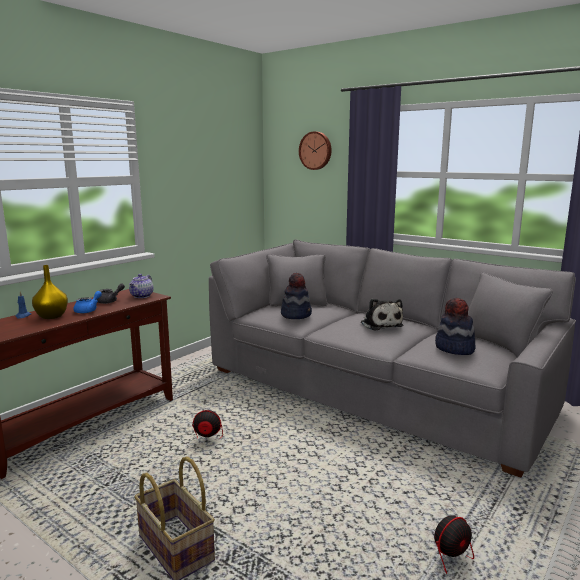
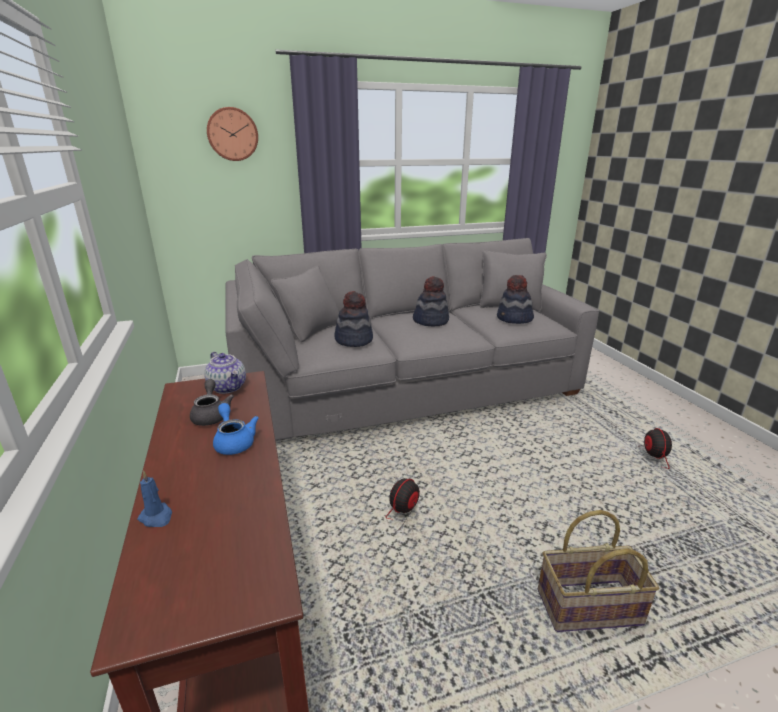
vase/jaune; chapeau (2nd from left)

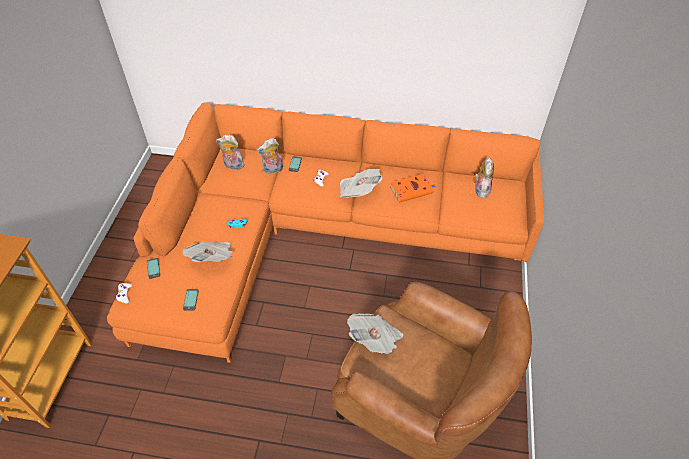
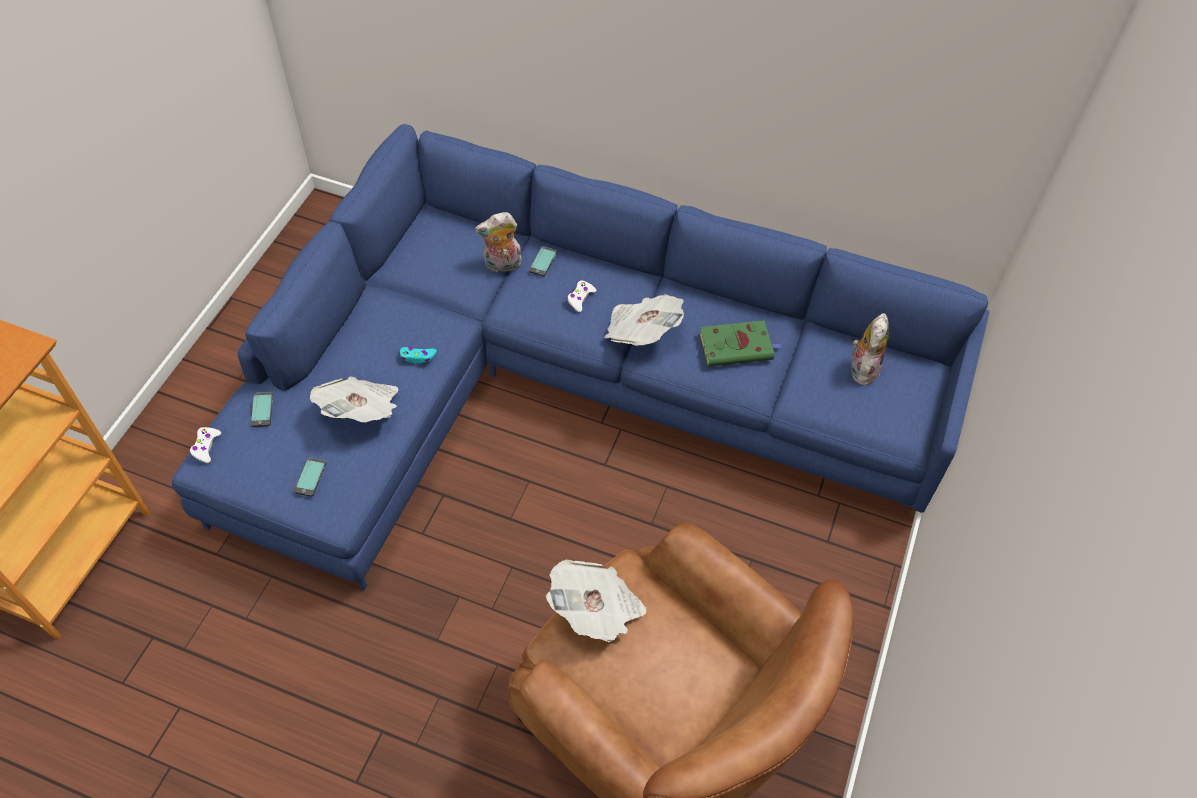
canapé/bleu; peluche (1st from left in the first image); livre/vert

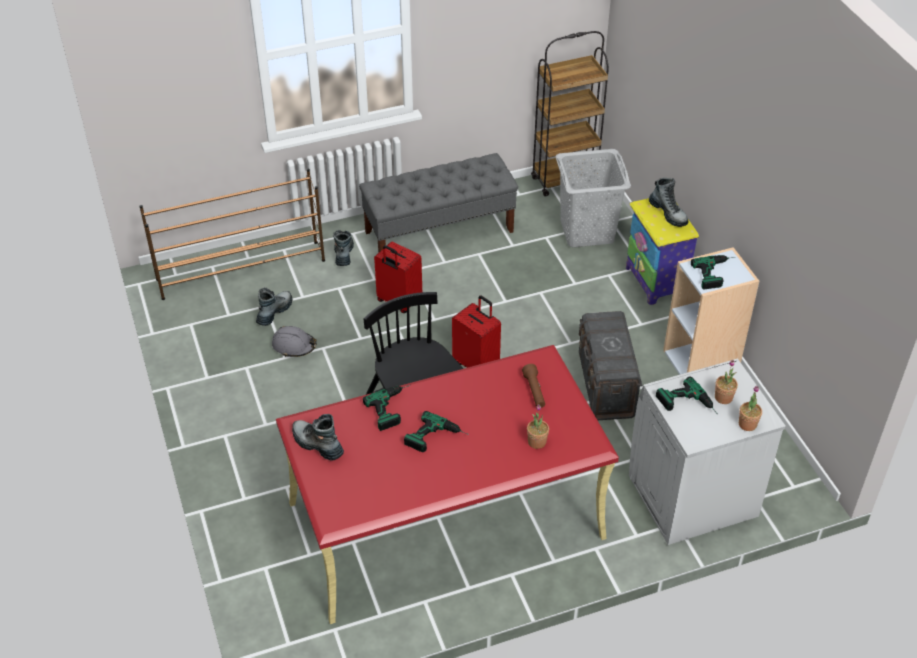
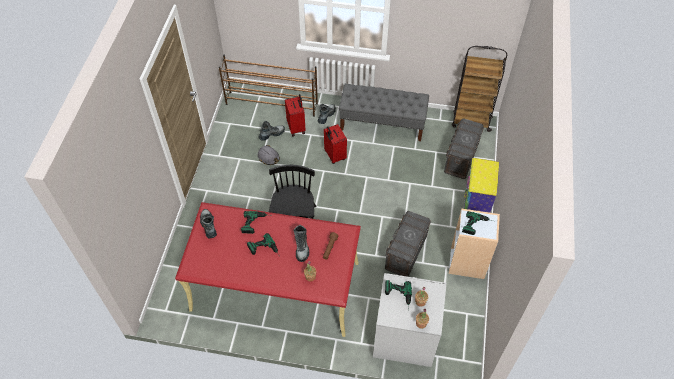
boîte de rangement/gris (2nd from left); botte (3rd from left); valise/rouge (1st from left)

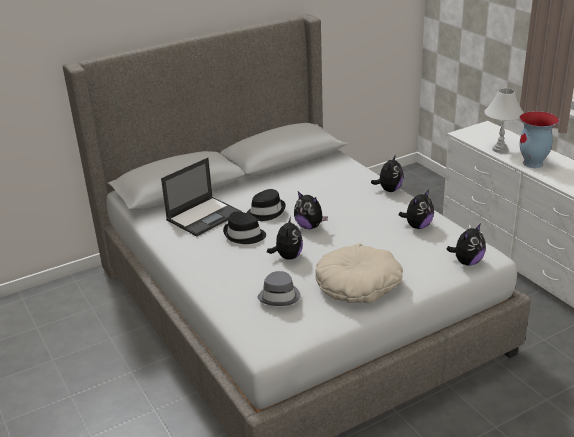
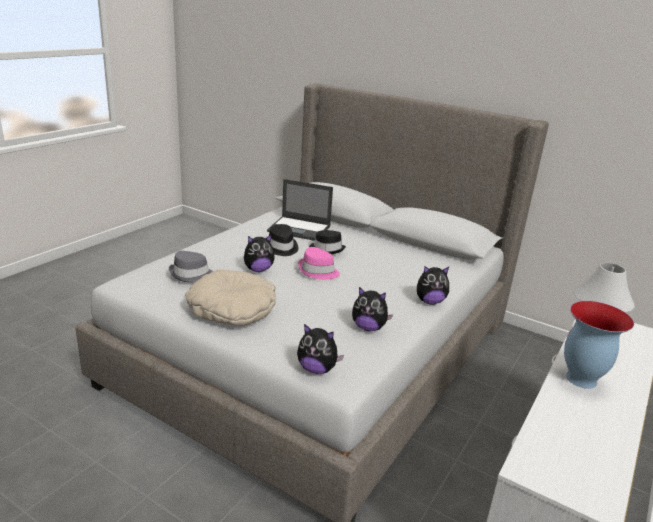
chapeau/rose

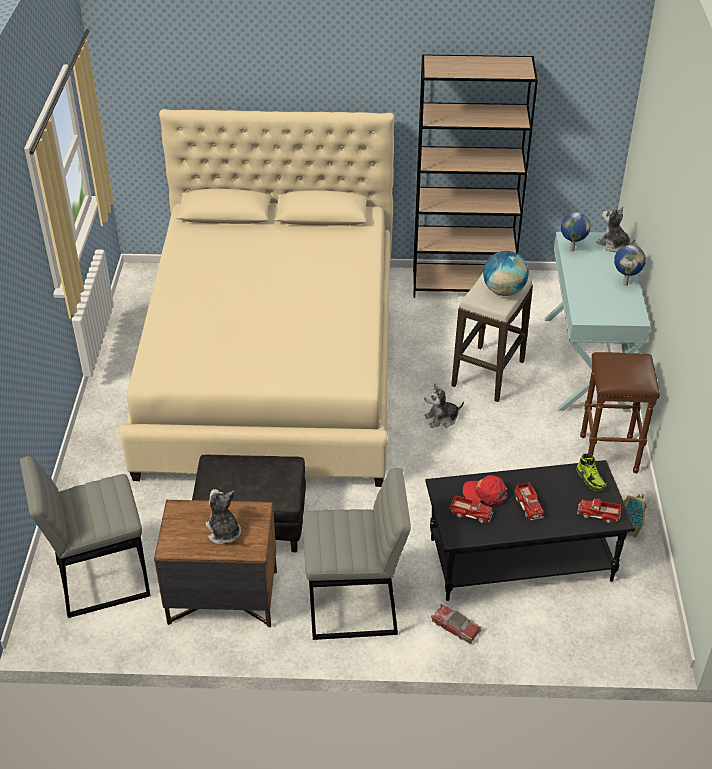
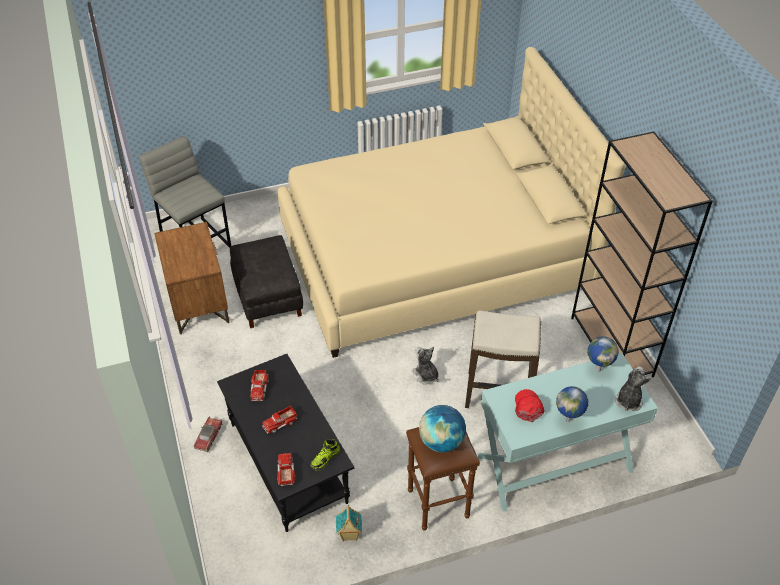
globe (1st from left); chaise/gris (2nd from left in the first image); casquette/rouge; peluche (1st from left in the first image)

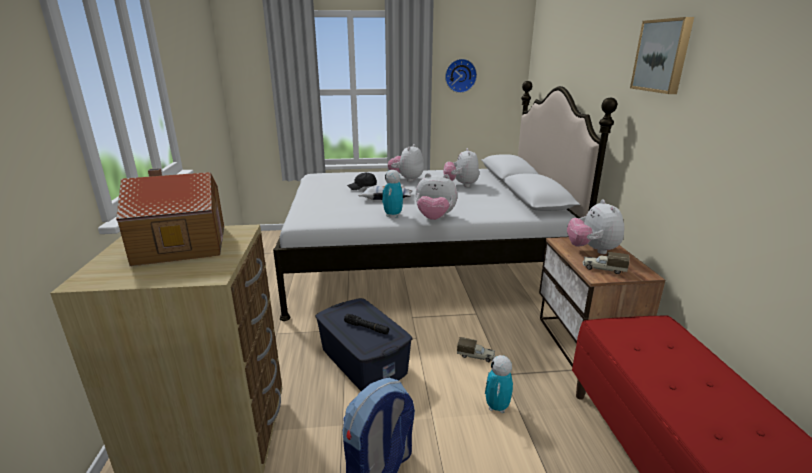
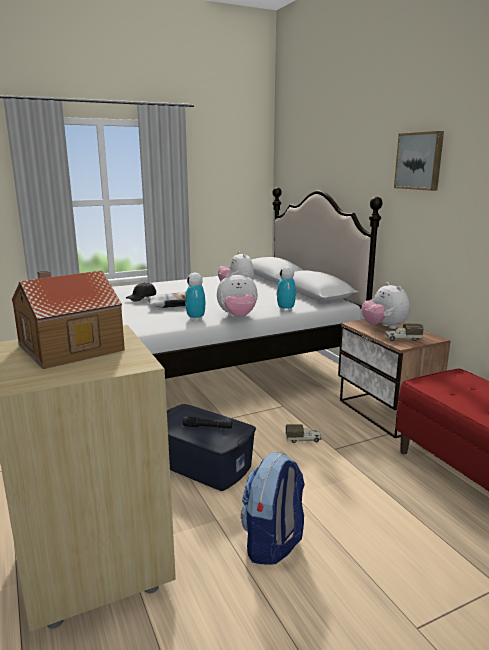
horloge murale; peluche (1st from left in the first image); robot jouet (2nd from left)

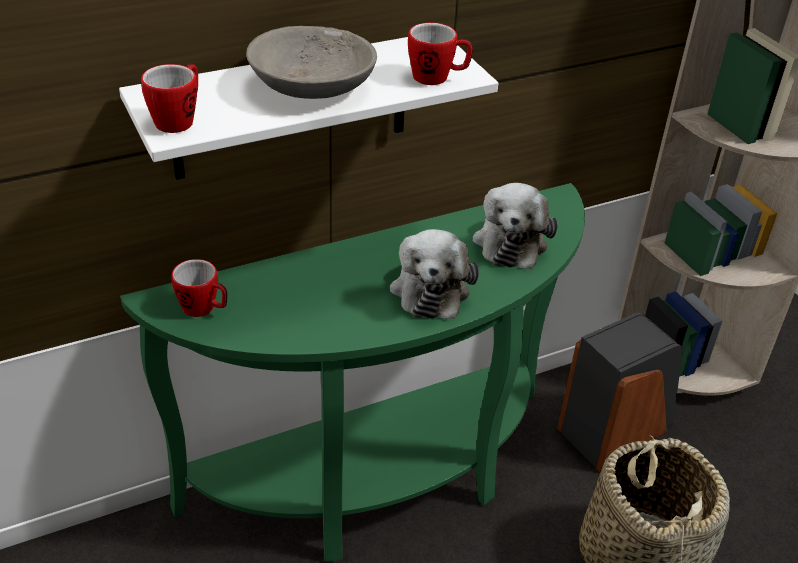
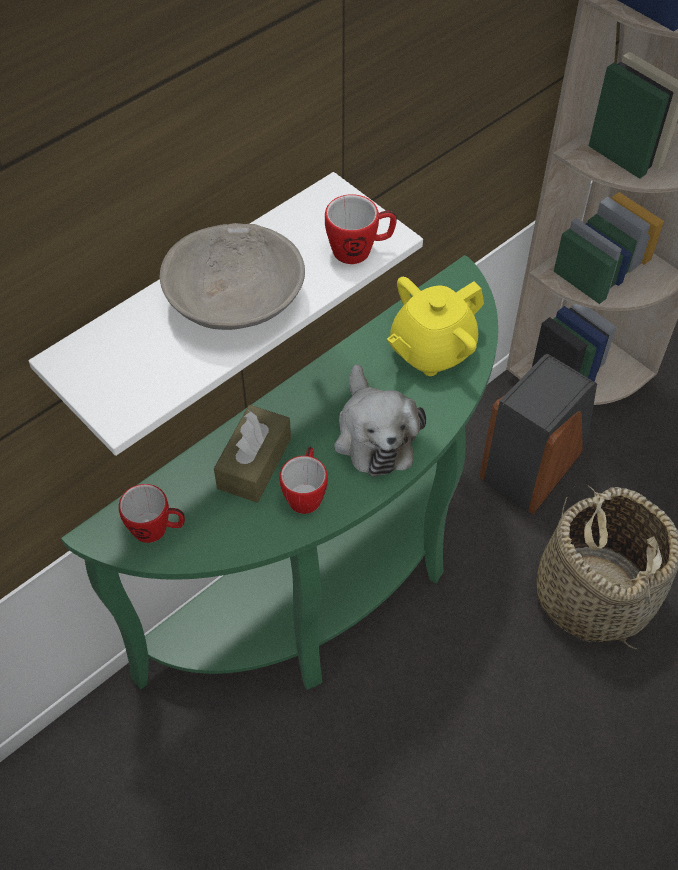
mug (2nd from left); théière/jaune; boîte à mouchoirs/marron

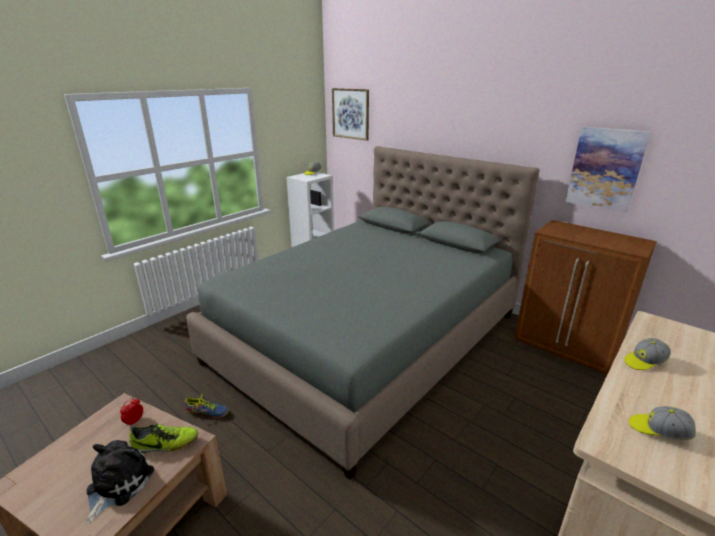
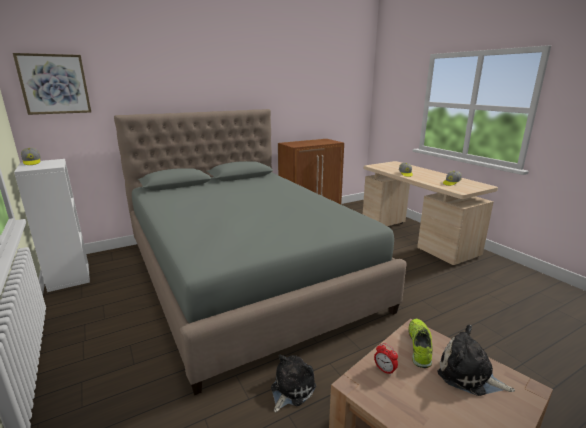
tableau (2nd from left in the first image); peluche (1st from left)

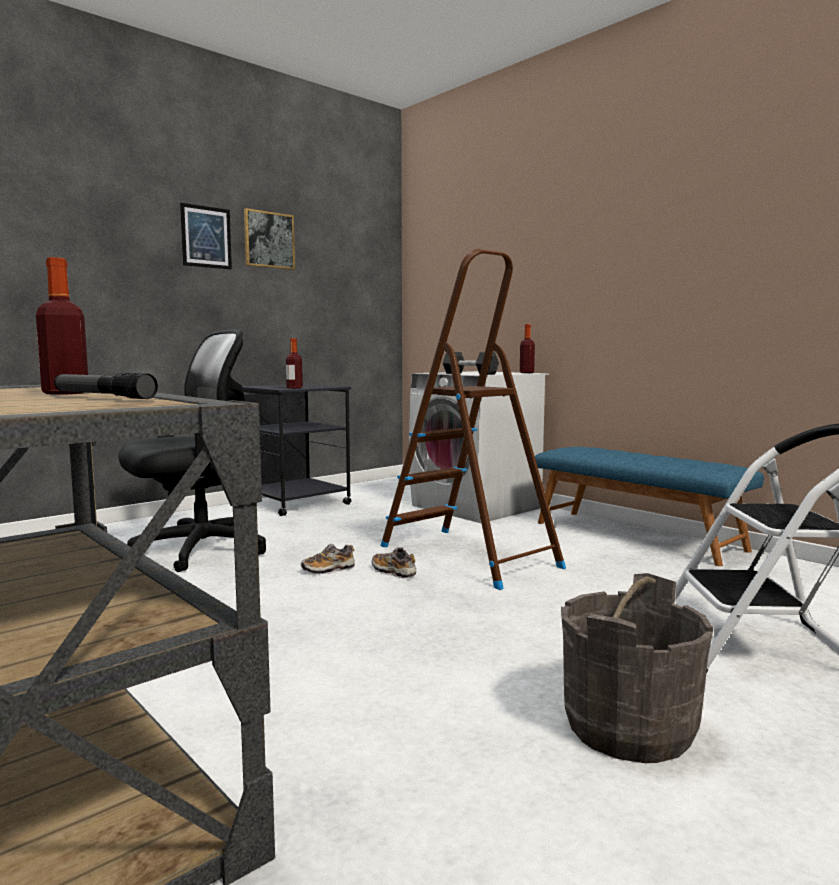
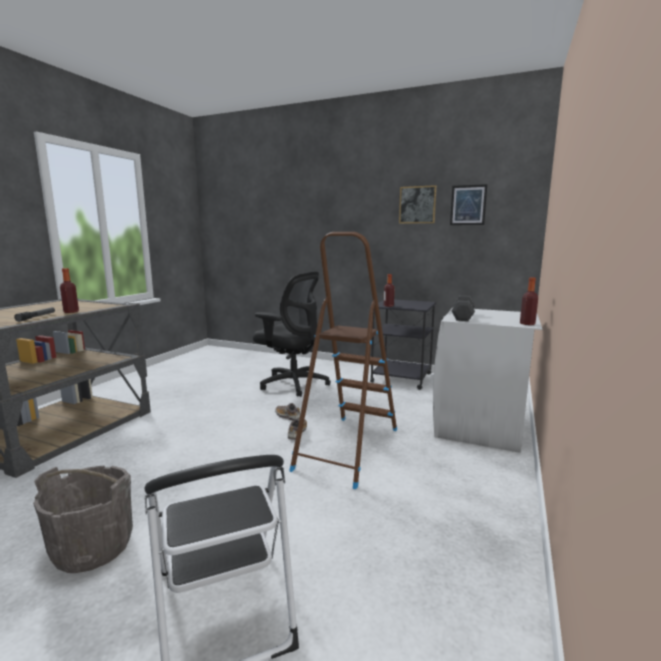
tableau (2nd from left); banc/bleu

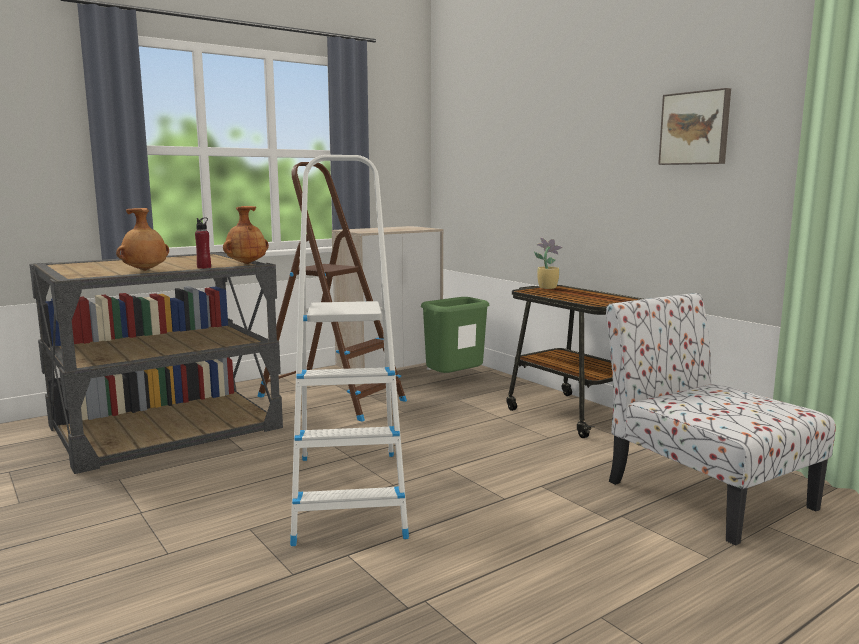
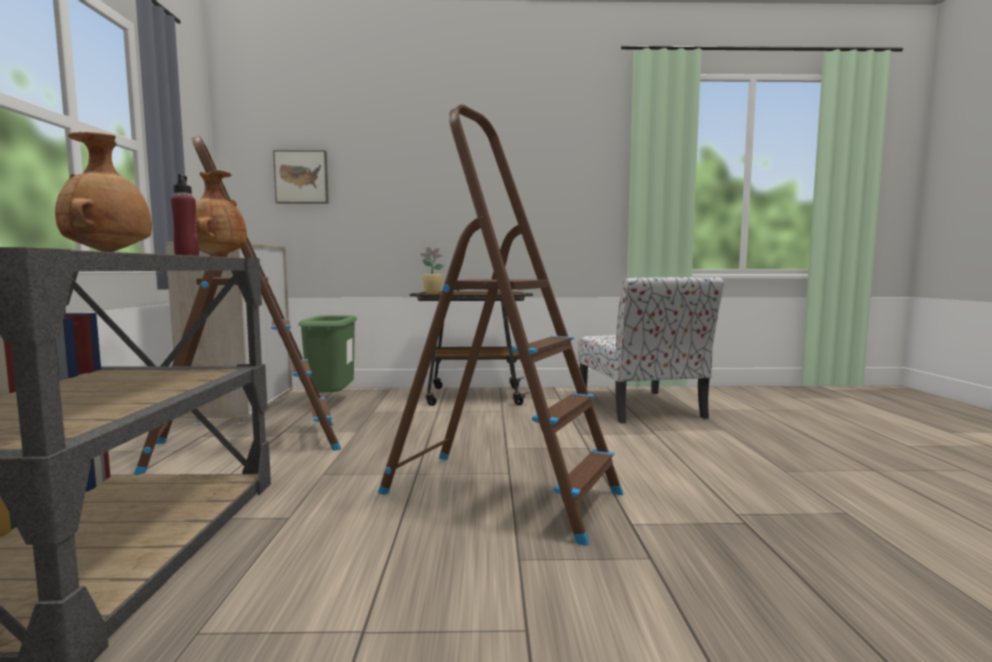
tableau; escabeau/marron (2nd from left); chaise

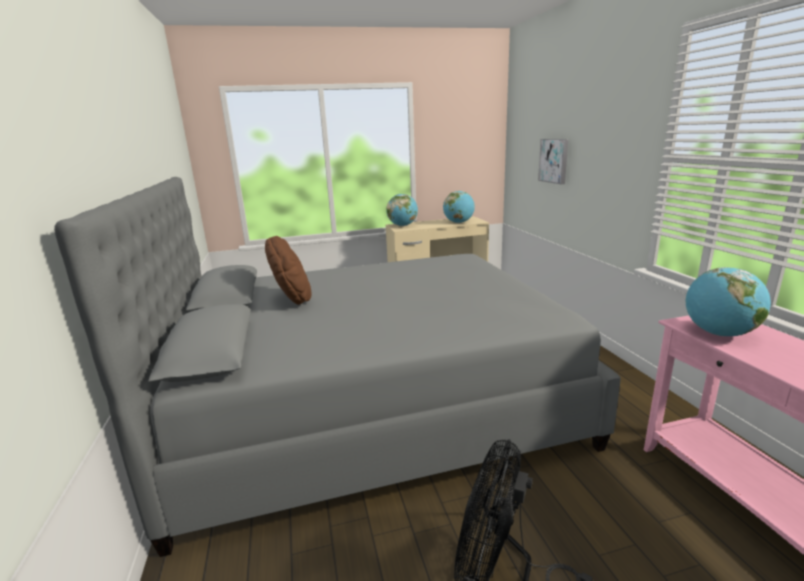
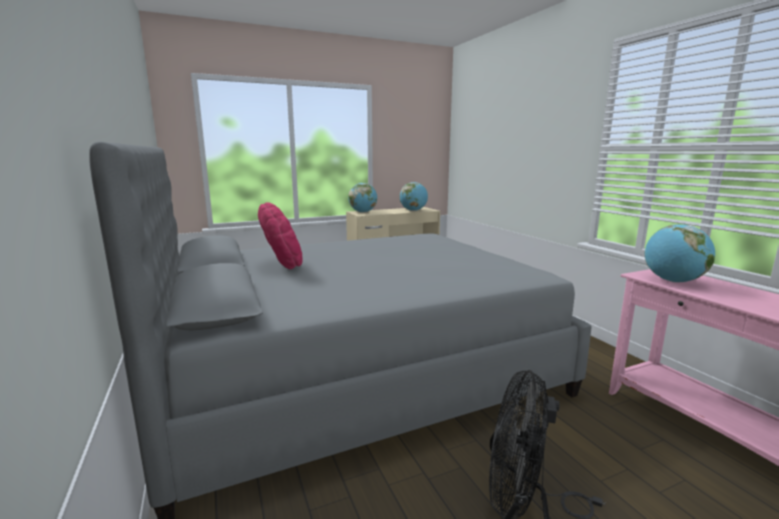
tableau; coussin/rose

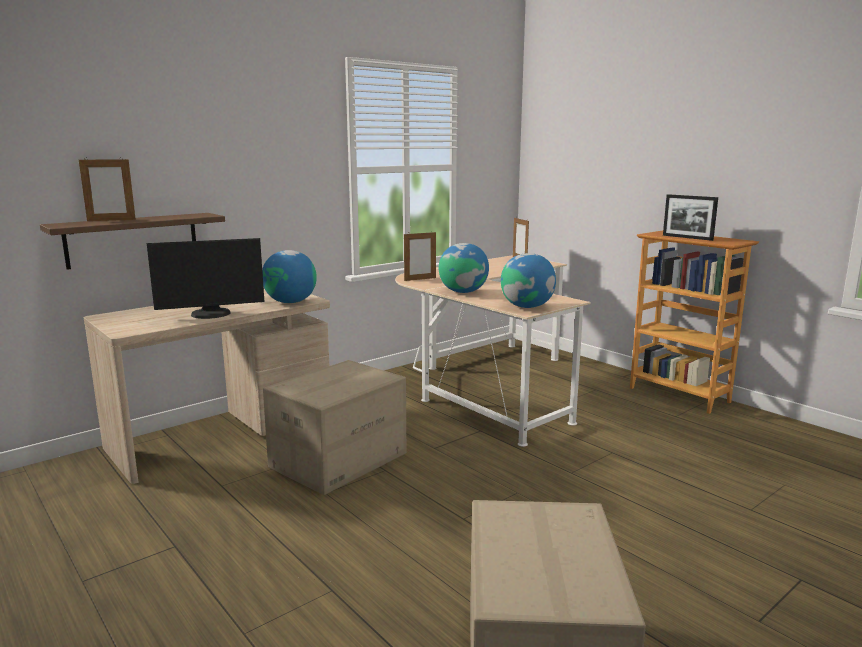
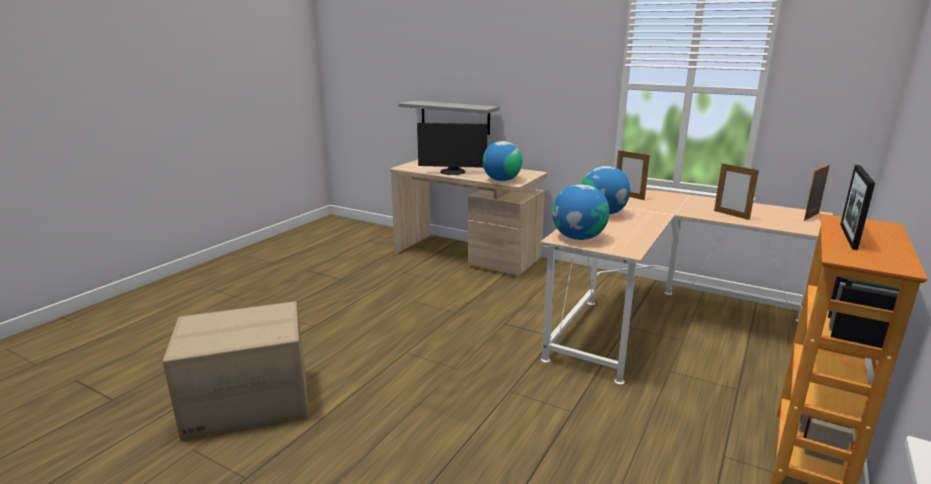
cadre photo (2nd from left); étagère/gris; écran d'ordinateur; carton (1st from left in the first image)

